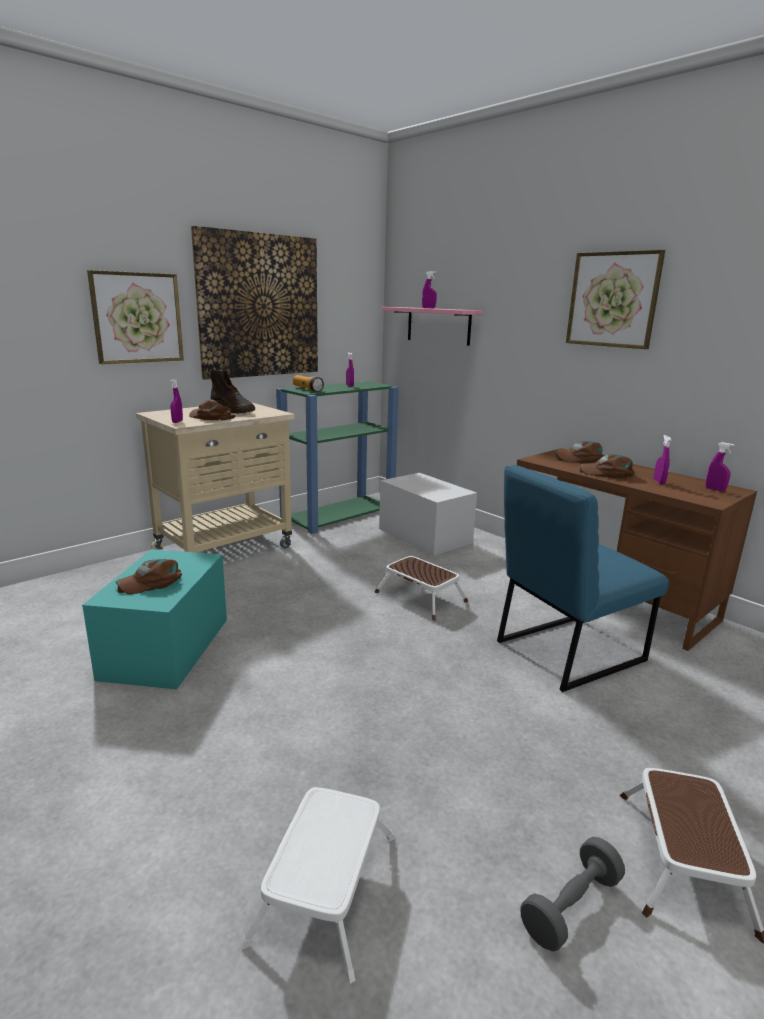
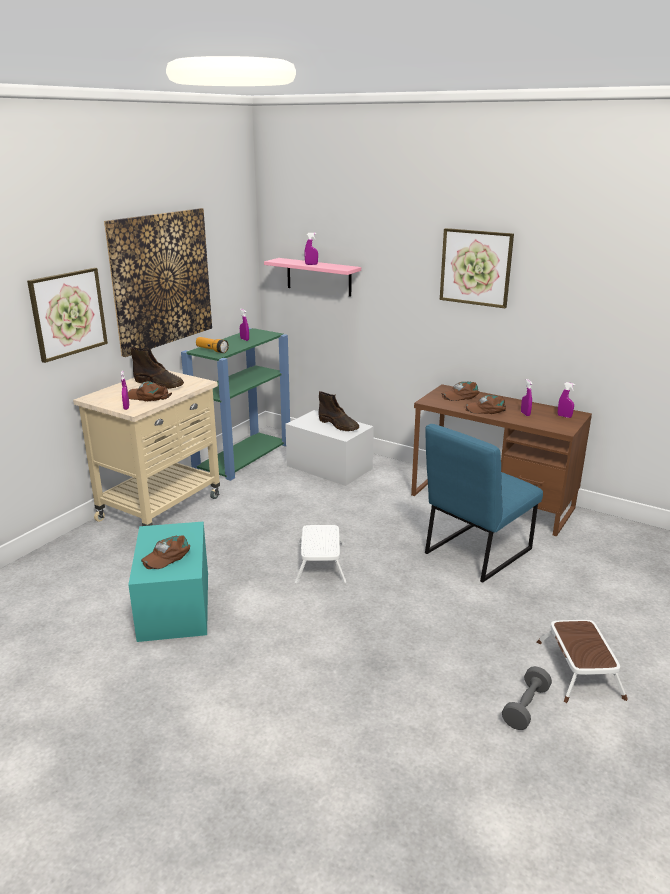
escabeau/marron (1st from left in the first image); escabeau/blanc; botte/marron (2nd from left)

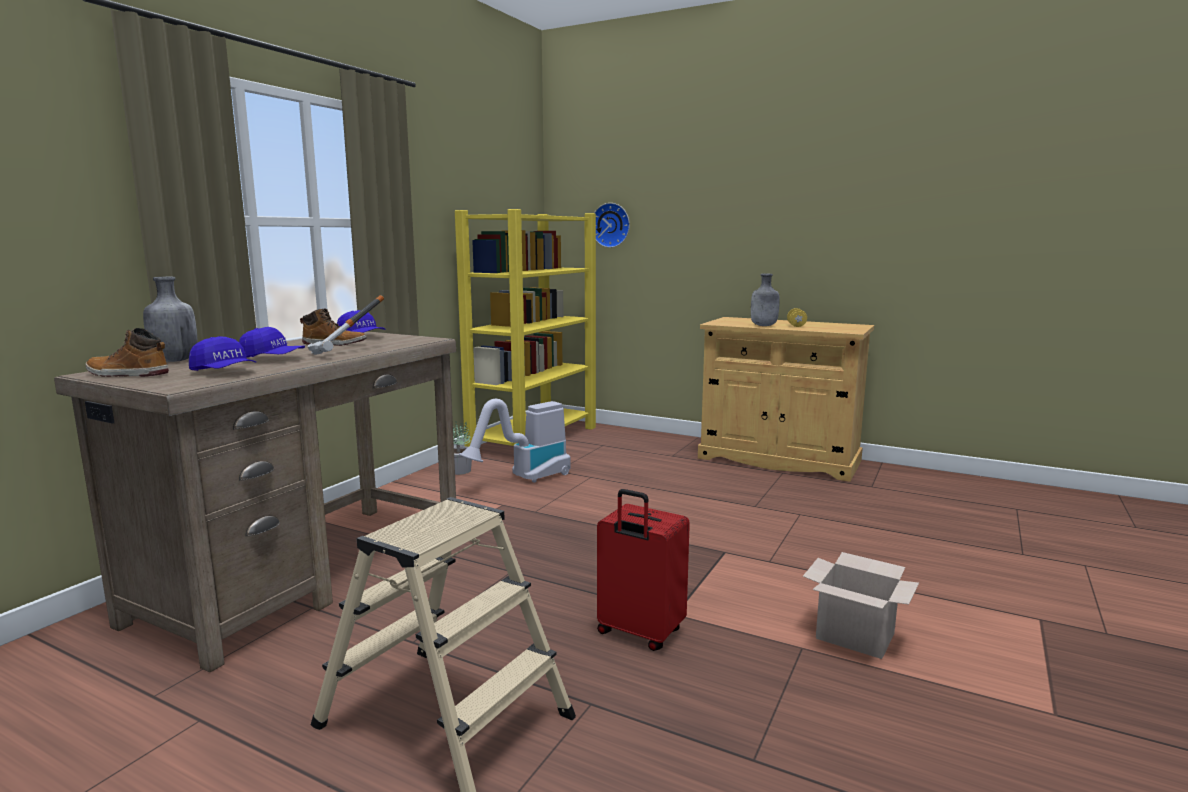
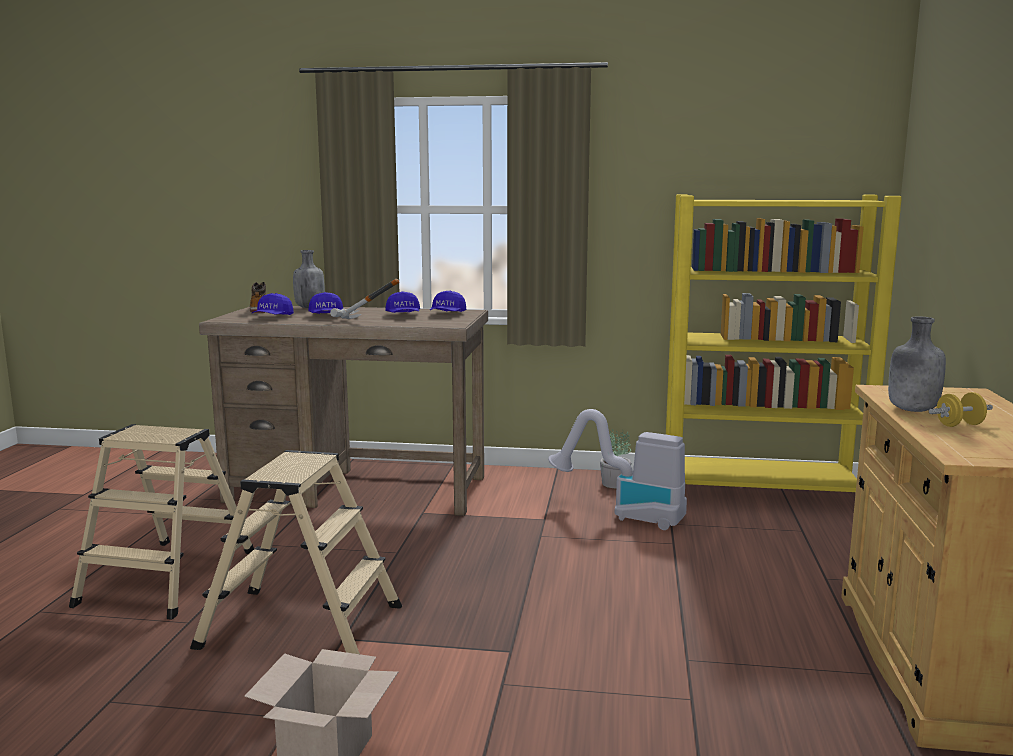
horloge murale; casquette/bleu (3rd from left); escabeau/beige (2nd from left)

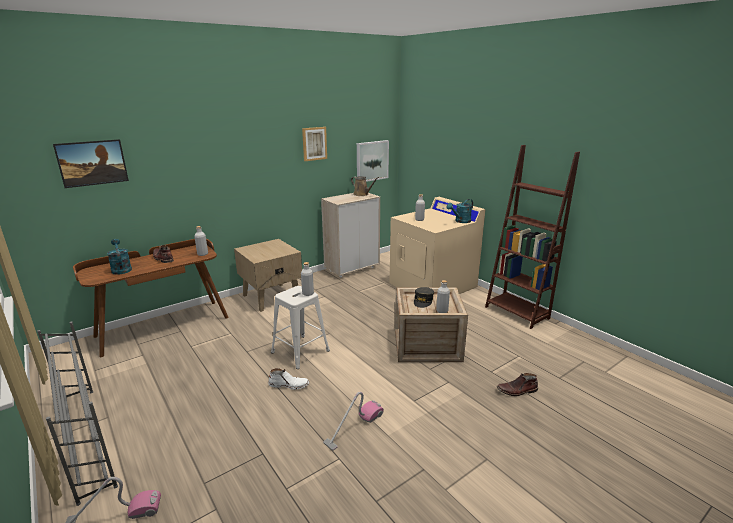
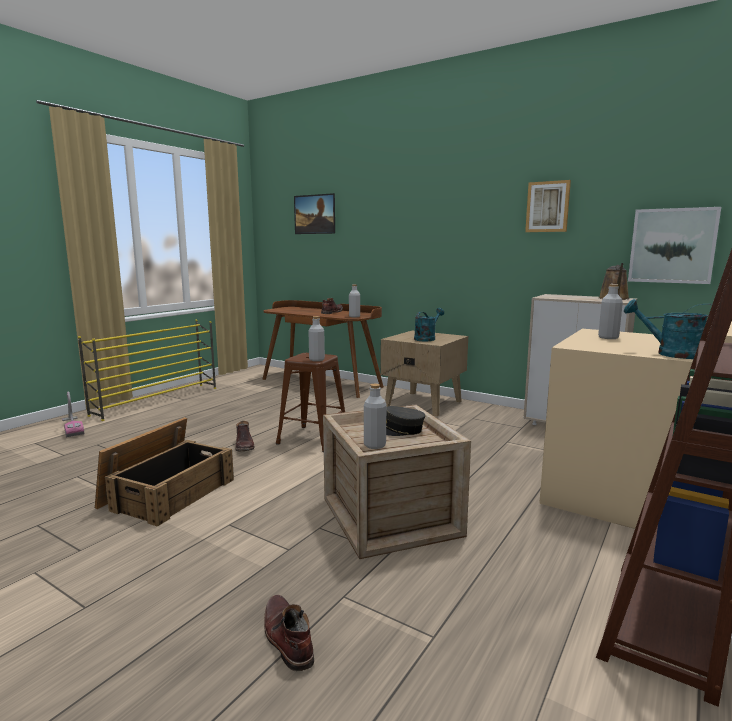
arrosoir/turquoise (1st from left); tabouret/marron; étagère à chaussures/jaune; botte/marron (1st from left); caisse (1st from left)

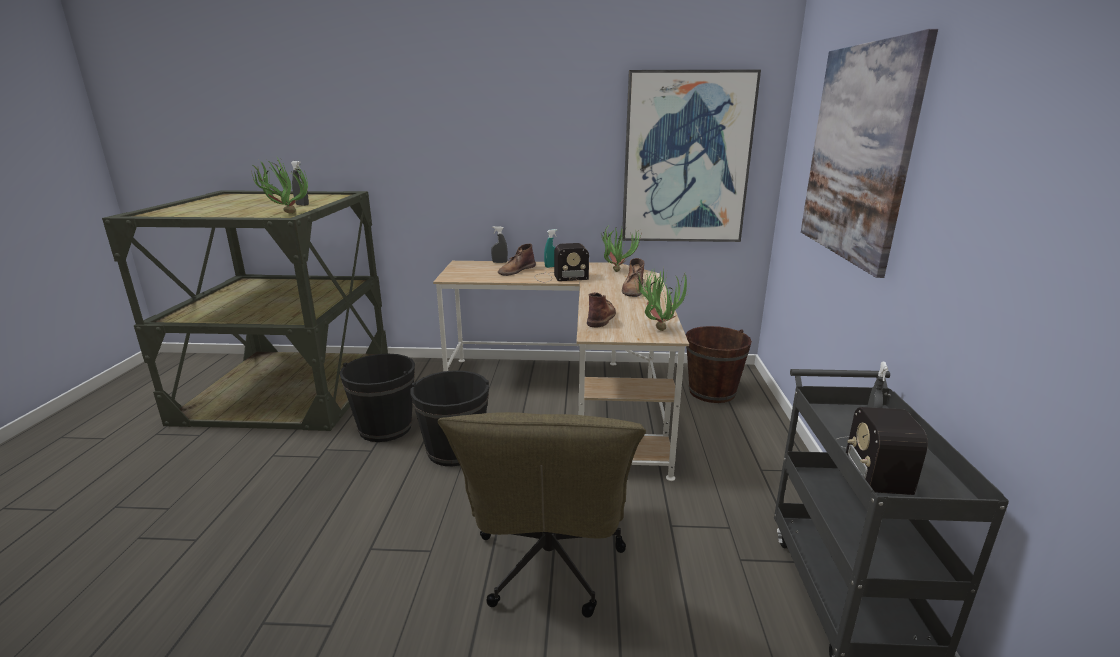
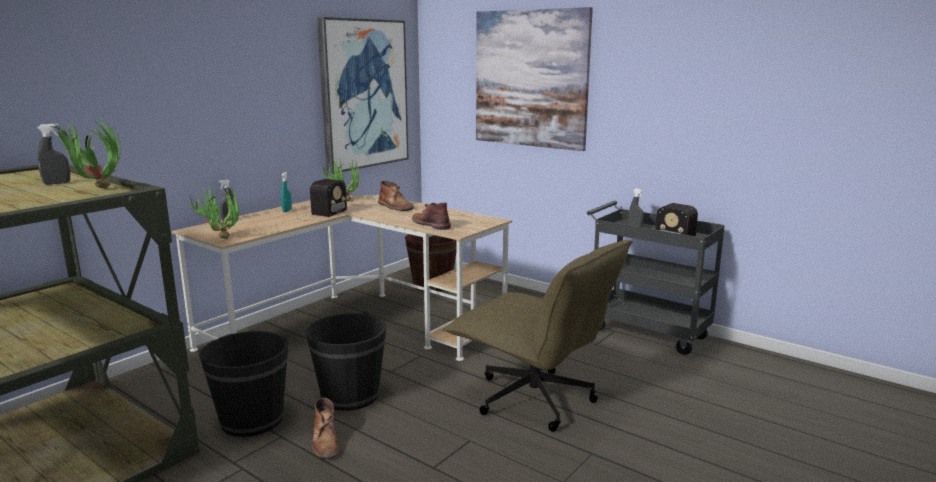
botte/marron (1st from left); plante en pot (2nd from left)

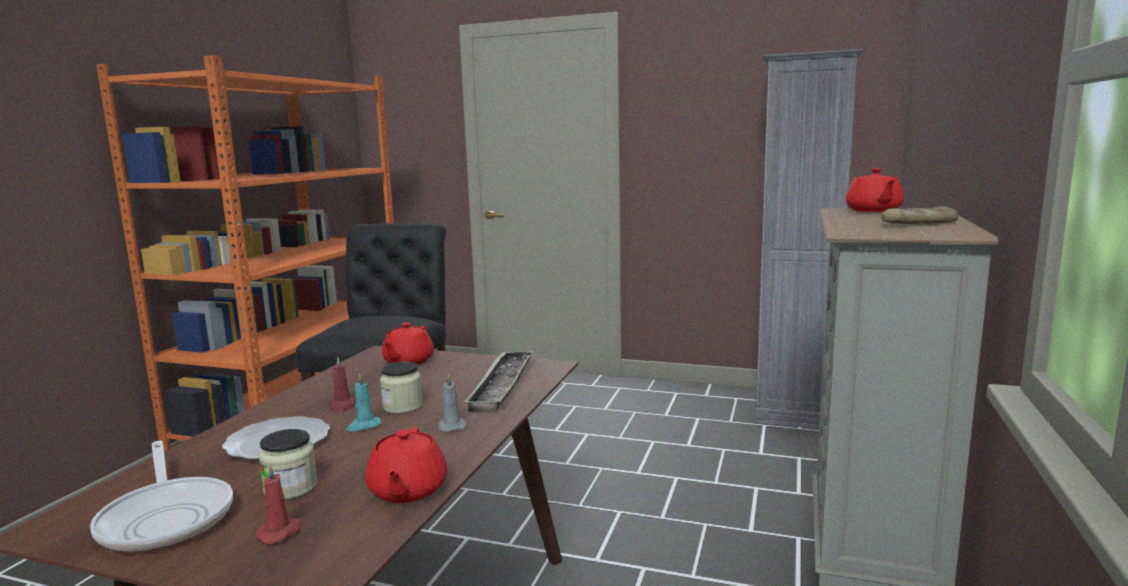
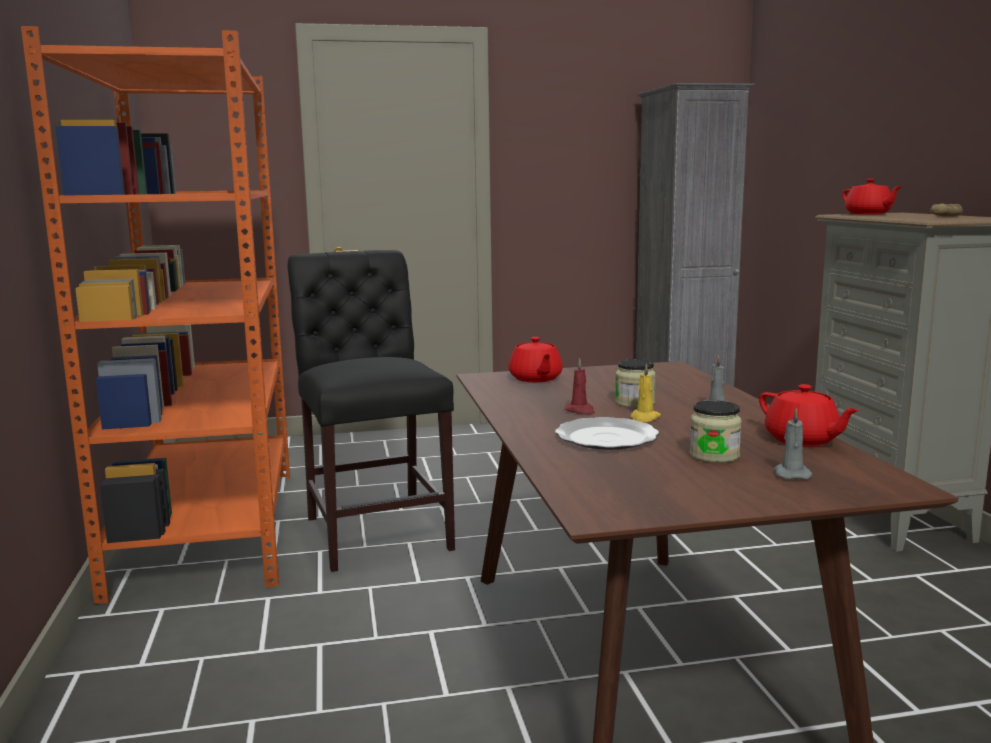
plateau; bougie/jaune; poêle; bougie/gris (2nd from left)

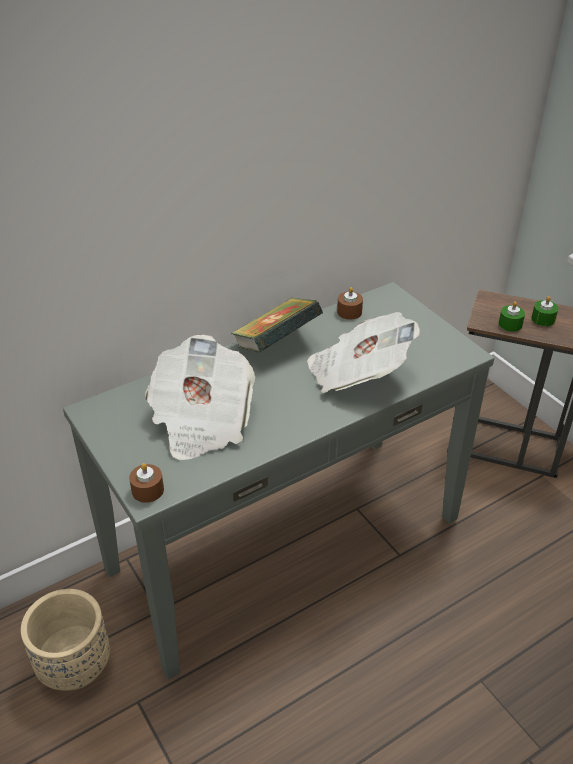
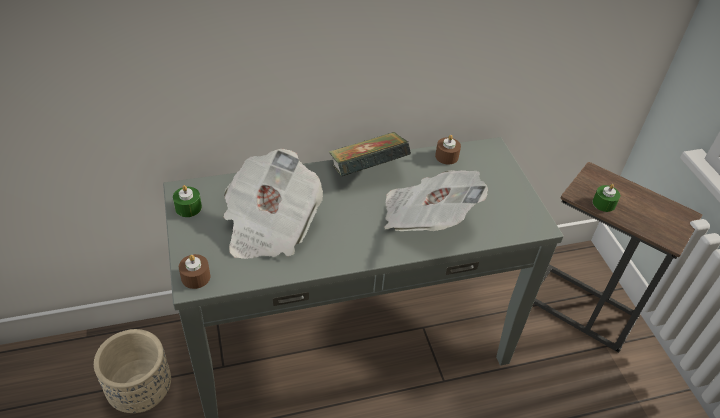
bougie/vert (1st from left)

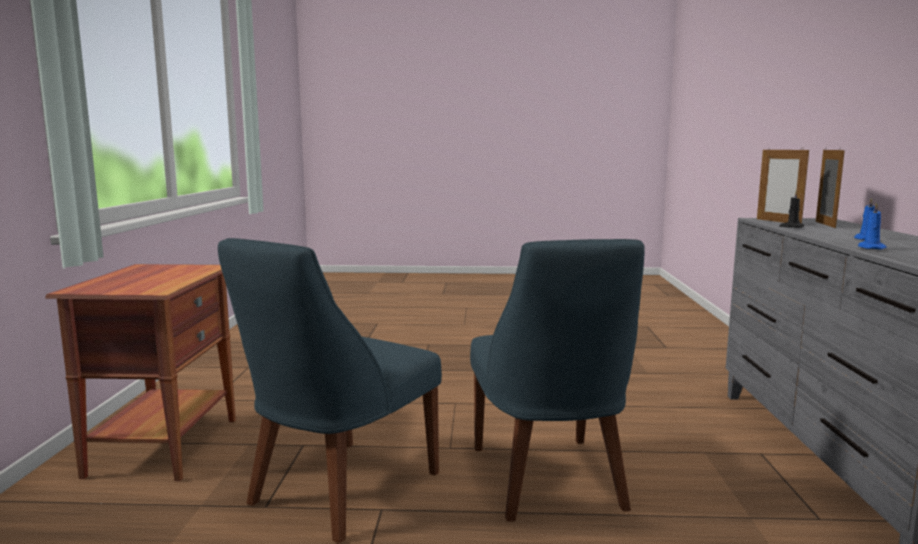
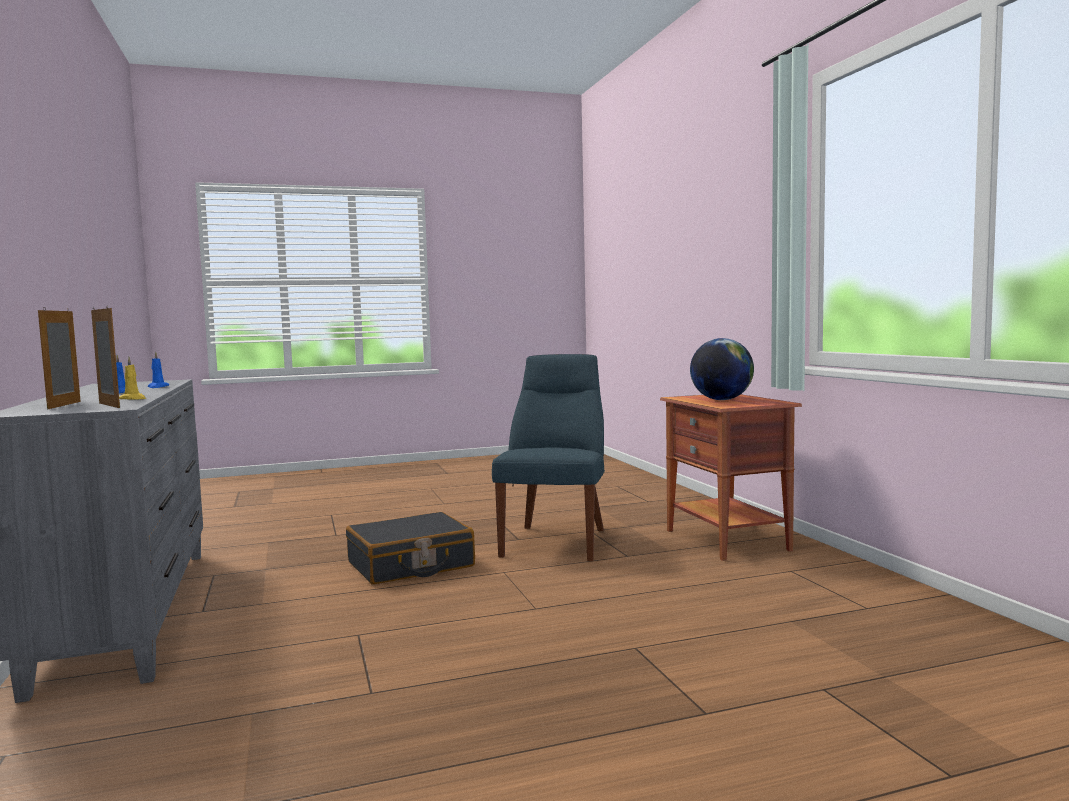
bougie/jaune; valise/noir; globe

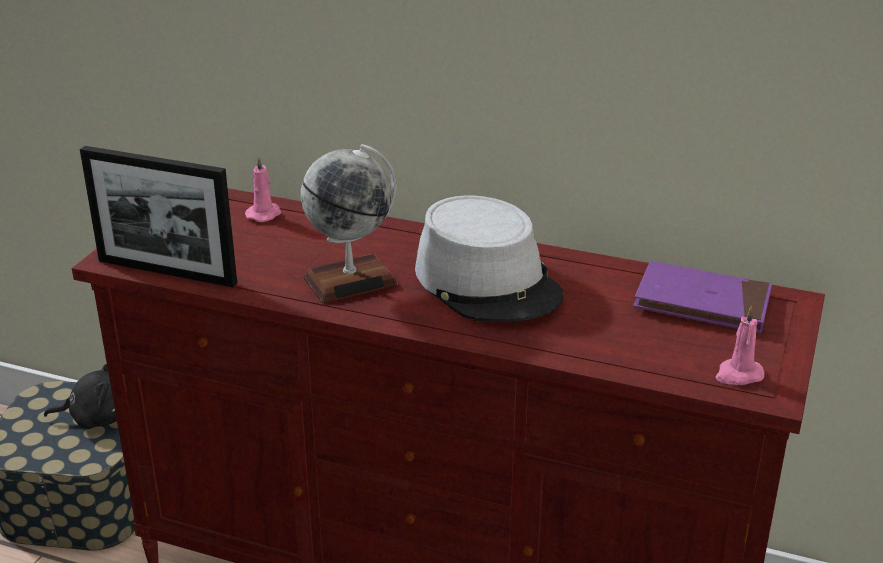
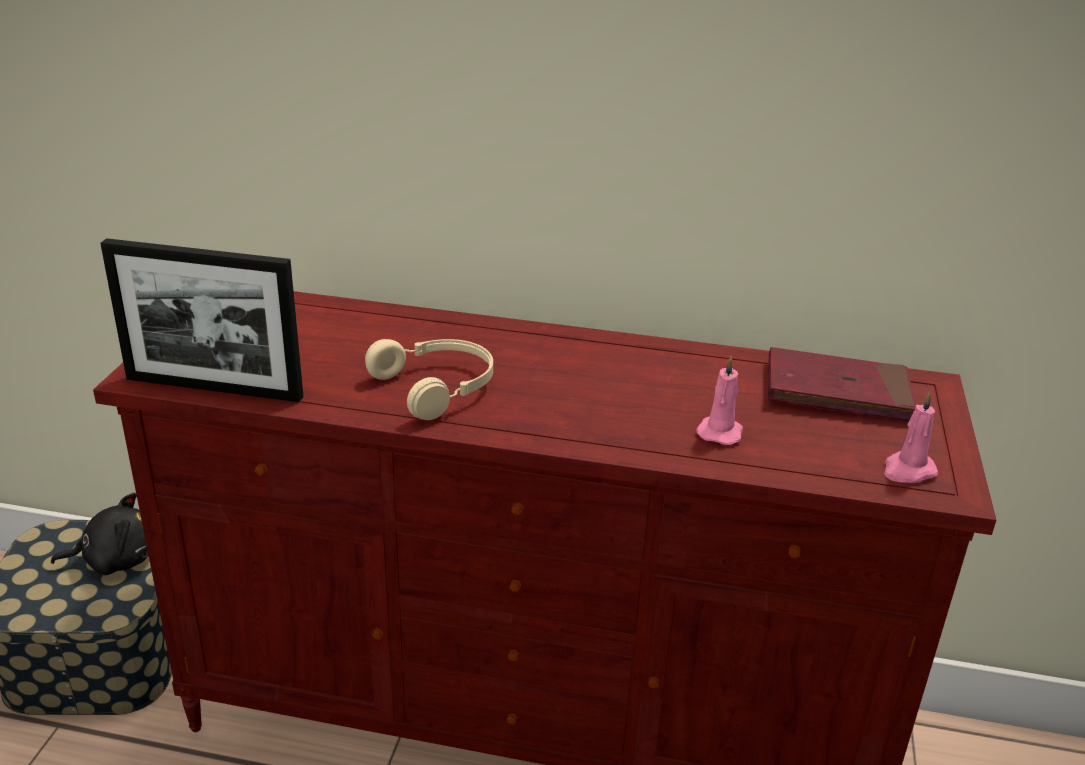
casque audio/beige; bougie/rose (1st from left); chapeau/gris; livre/rouge

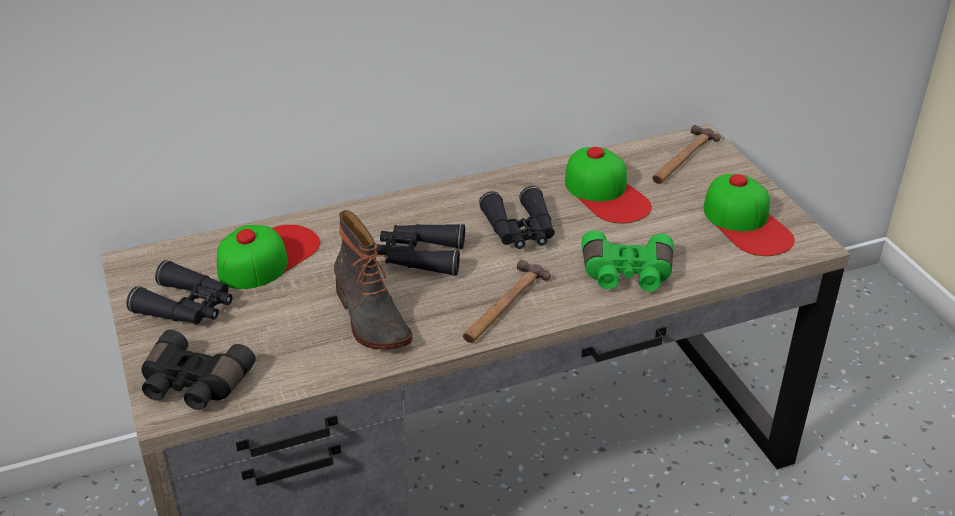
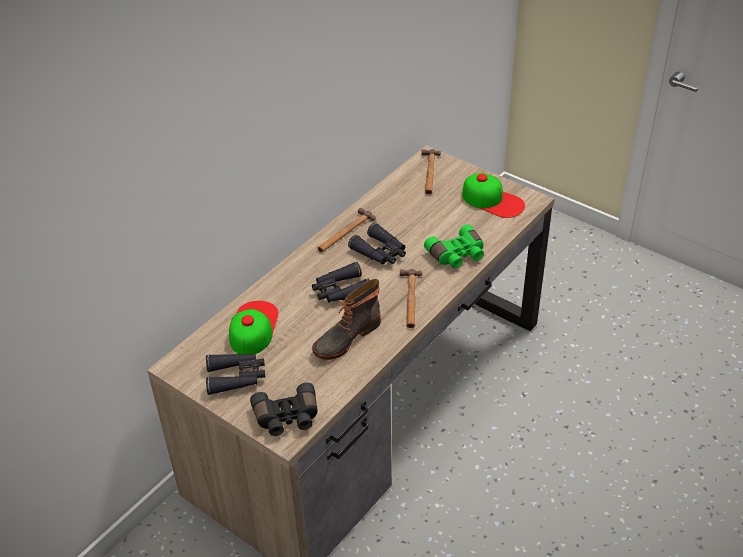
casquette (2nd from left in the first image); botte; marteau (1st from left)

